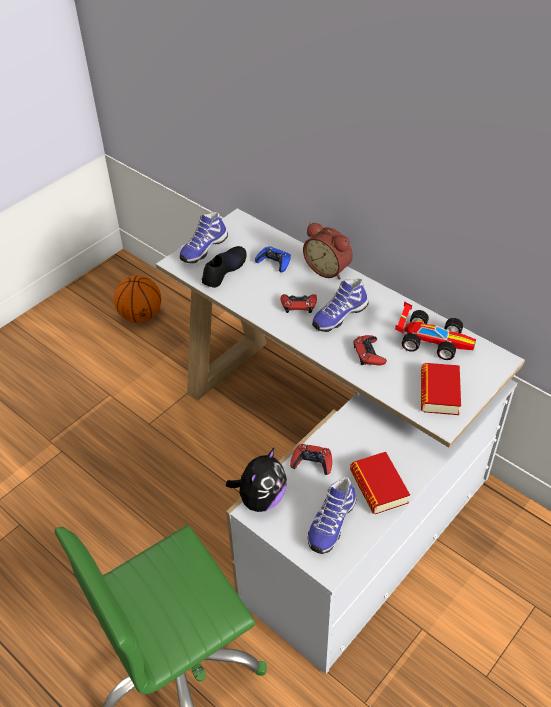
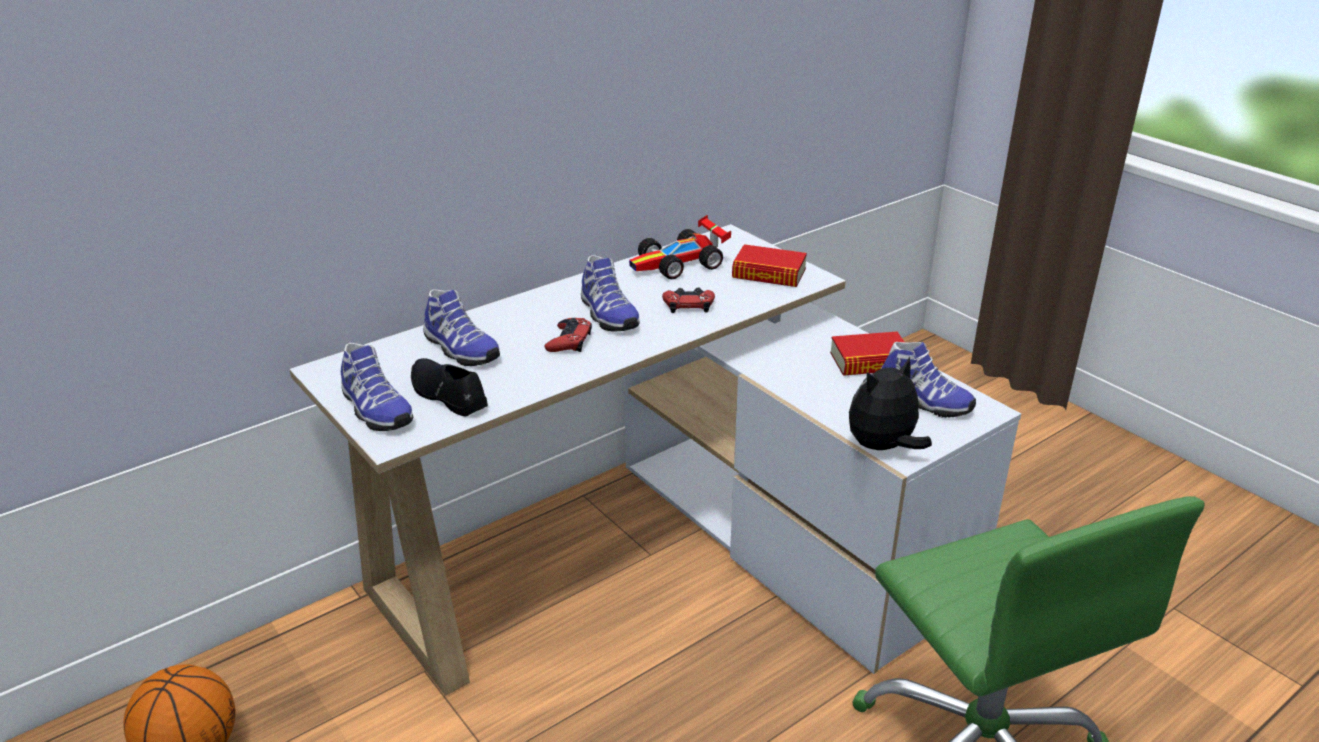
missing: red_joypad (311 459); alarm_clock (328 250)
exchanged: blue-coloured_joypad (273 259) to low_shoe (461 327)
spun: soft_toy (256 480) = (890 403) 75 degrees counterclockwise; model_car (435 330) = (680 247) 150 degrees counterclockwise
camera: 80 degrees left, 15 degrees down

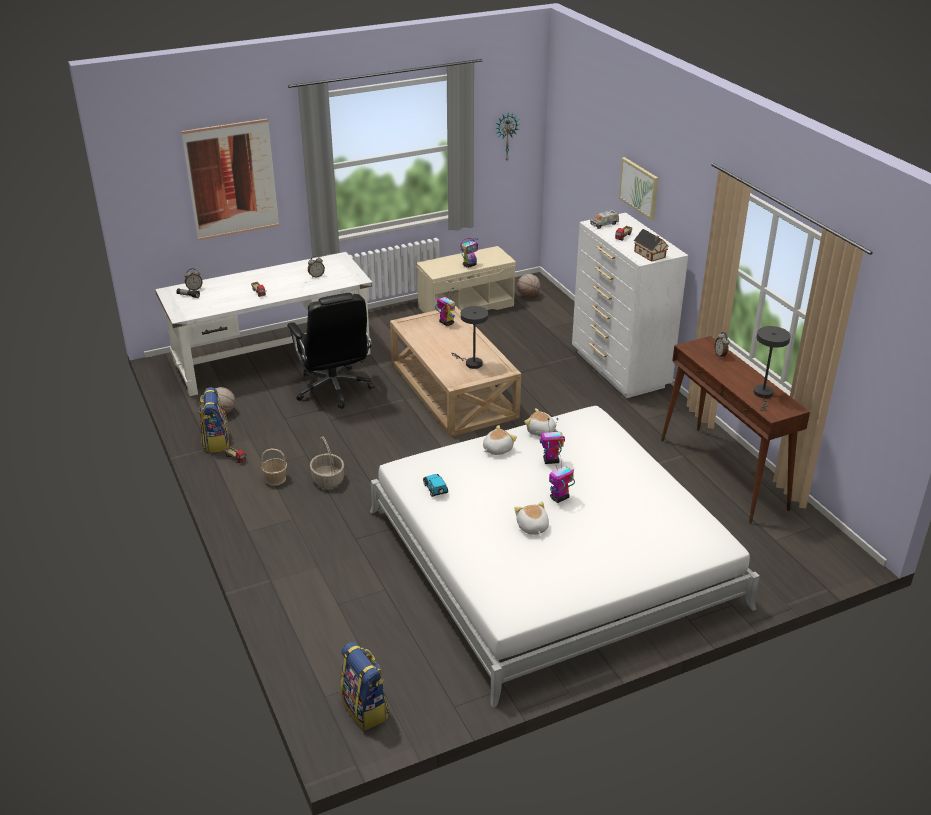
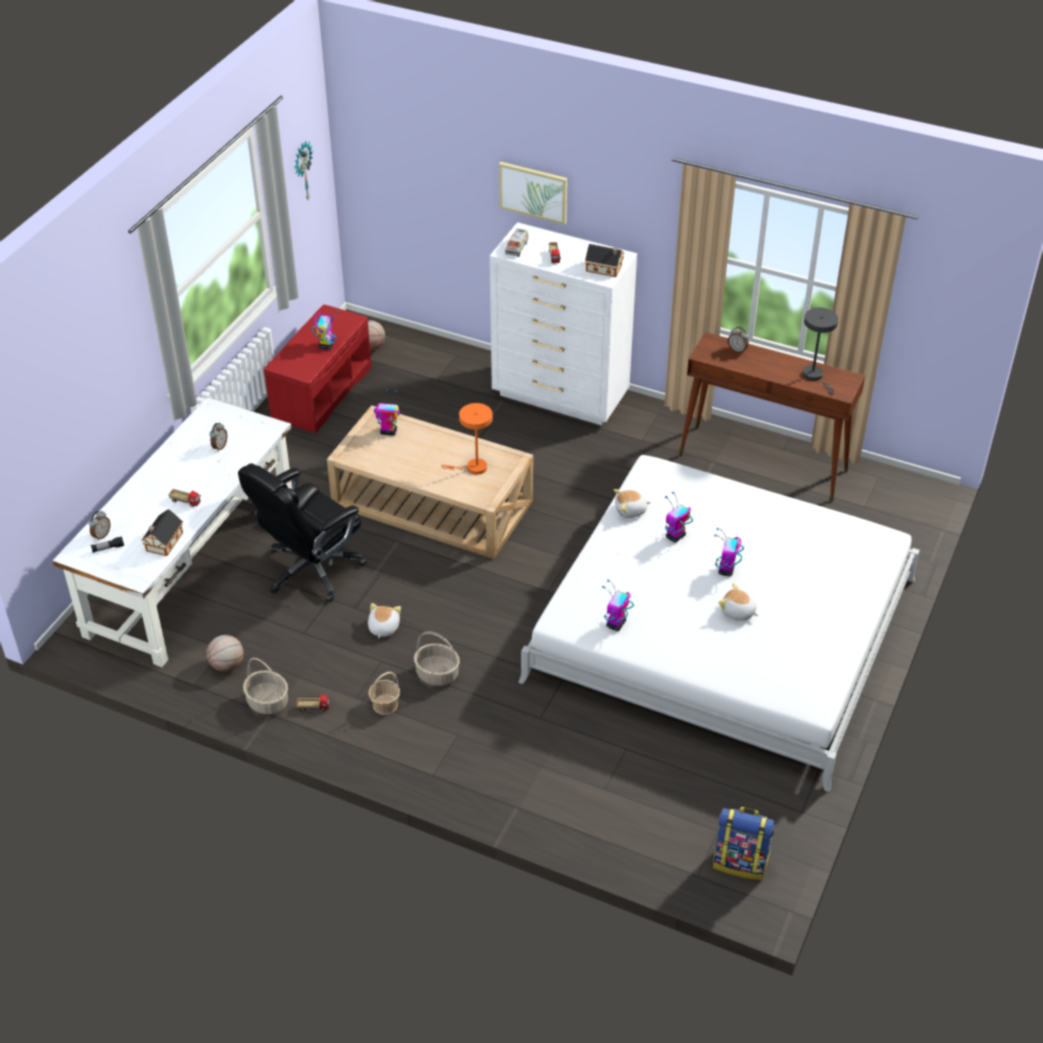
missing: picture (230 180)
appeared: miniature_house (162 532)
relocated: soft_toy (500 440) to (384 620)
exchanged: knapsack (214 420) to basket (265 686); model_car (435 485) to model_robot (618 605)
colour: beige-coloured_indoor_bench (466 279) to red_indoor_bench (318 368); gray_table_lamp (469 337) to orange-coloured_table_lamp (467 439)
spun: black_desk_chair (331 351) = (302 532) 105 degrees clockwise
camera: 40 degrees left, 10 degrees up

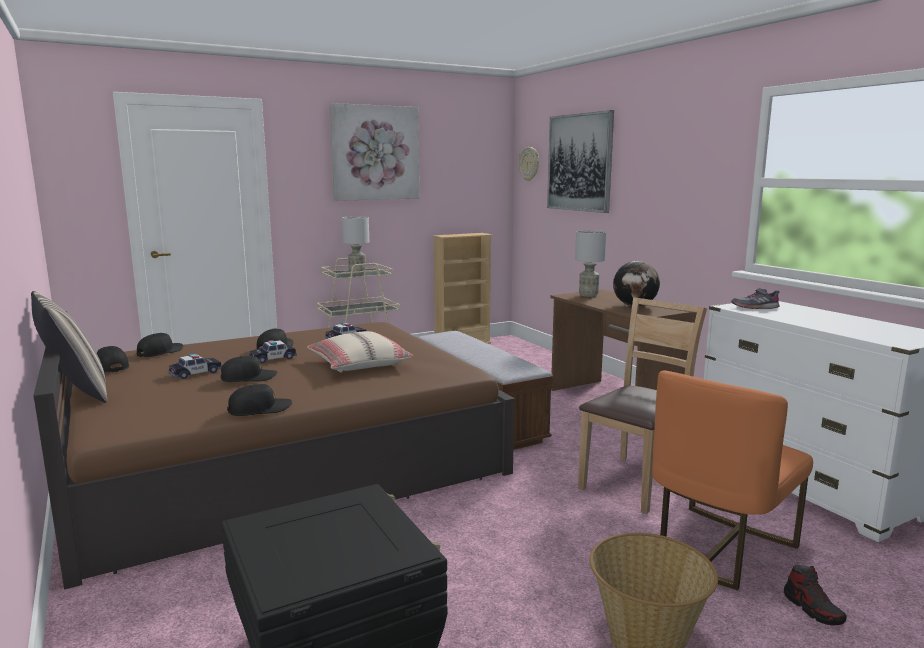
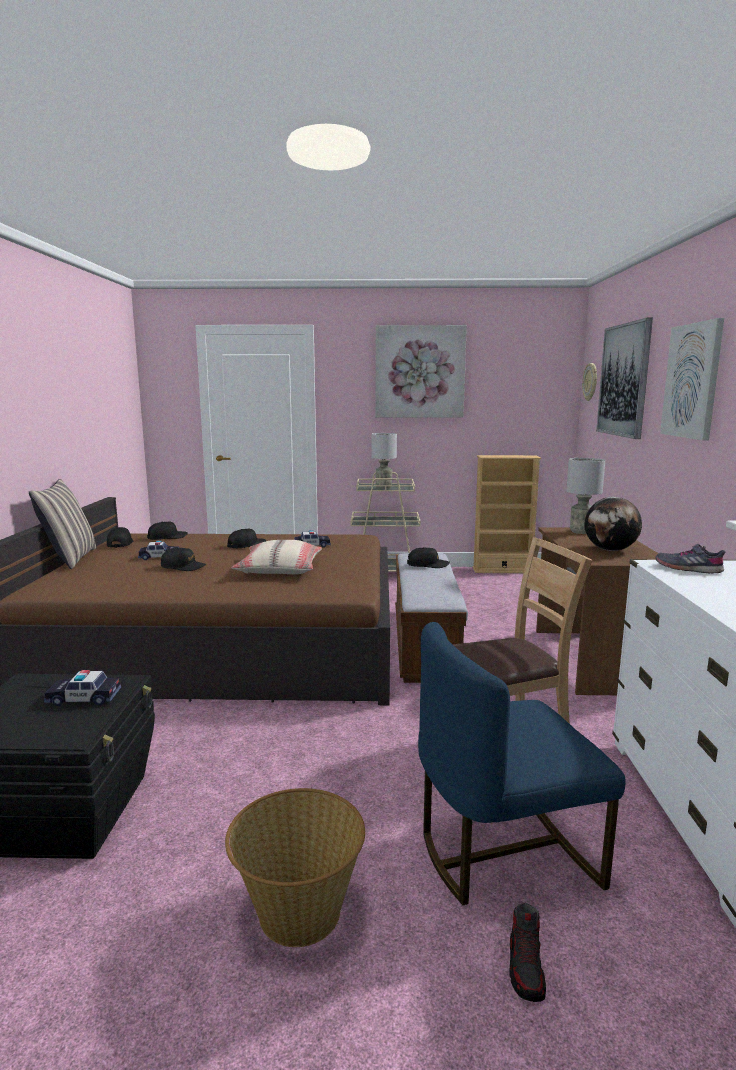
appeared: picture (692 379)
relocated: black_cap (259 400) to (428 557); model_car (272 351) to (82 688)
colour: orange-coloured_chair (732 480) to blue-coloured_chair (521 763)
camera: 30 degrees right, 0 degrees up

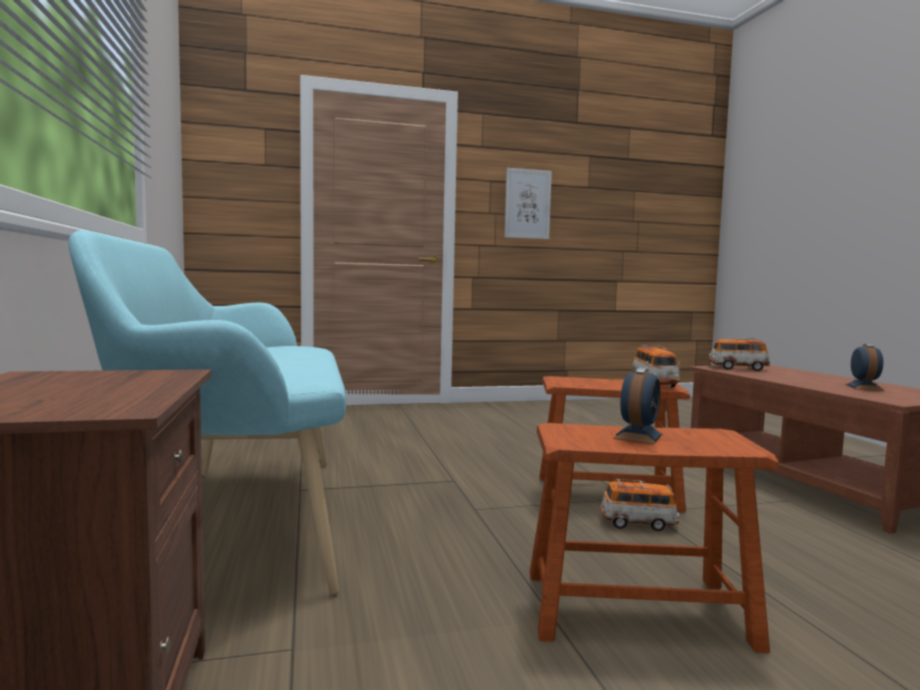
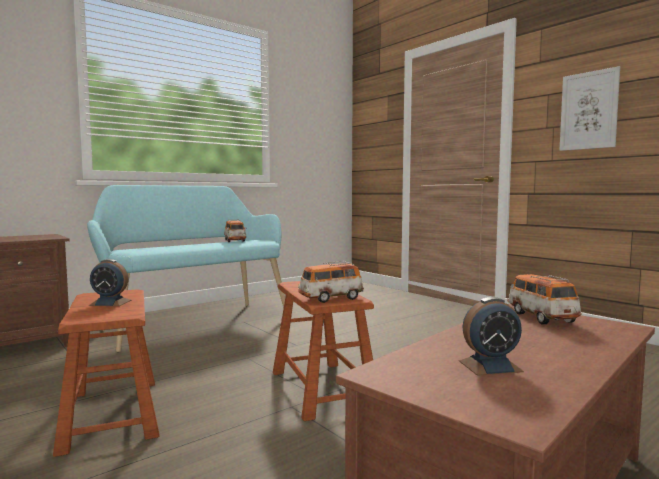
relocated: model_car (640 505) to (235 230)
camera: 65 degrees right, 0 degrees up

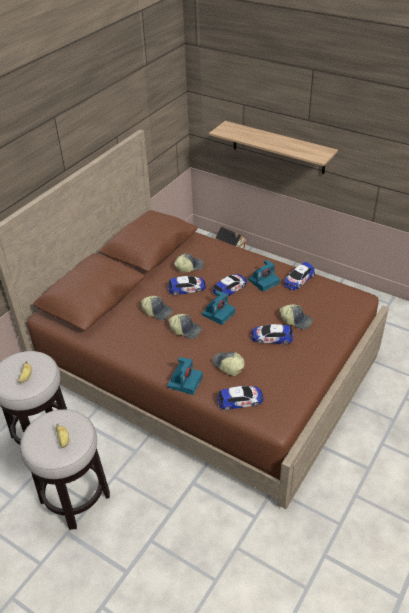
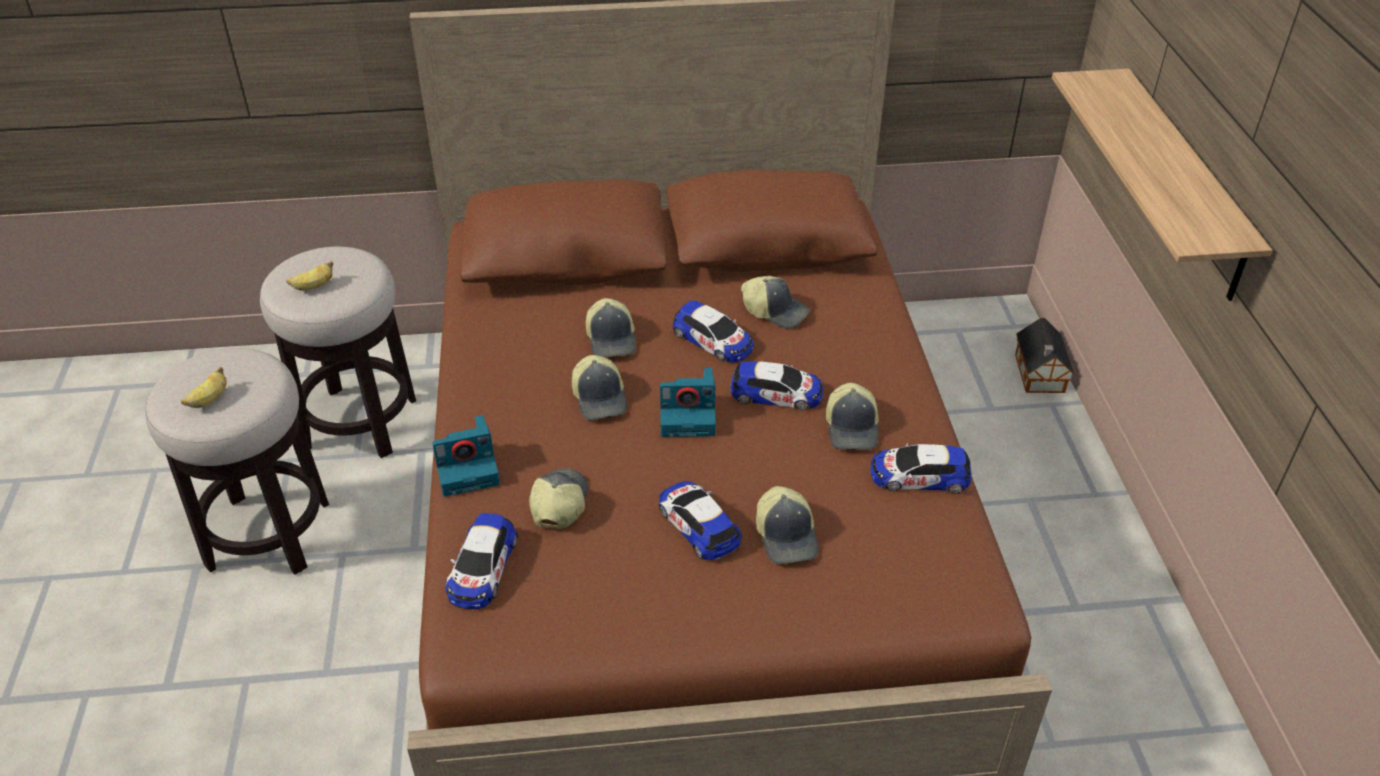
exchanged: photo_camera (264 276) to cap (852 416)
spun: model_car (240 398) = (481 561) 60 degrees clockwise
camera: 50 degrees right, 0 degrees up

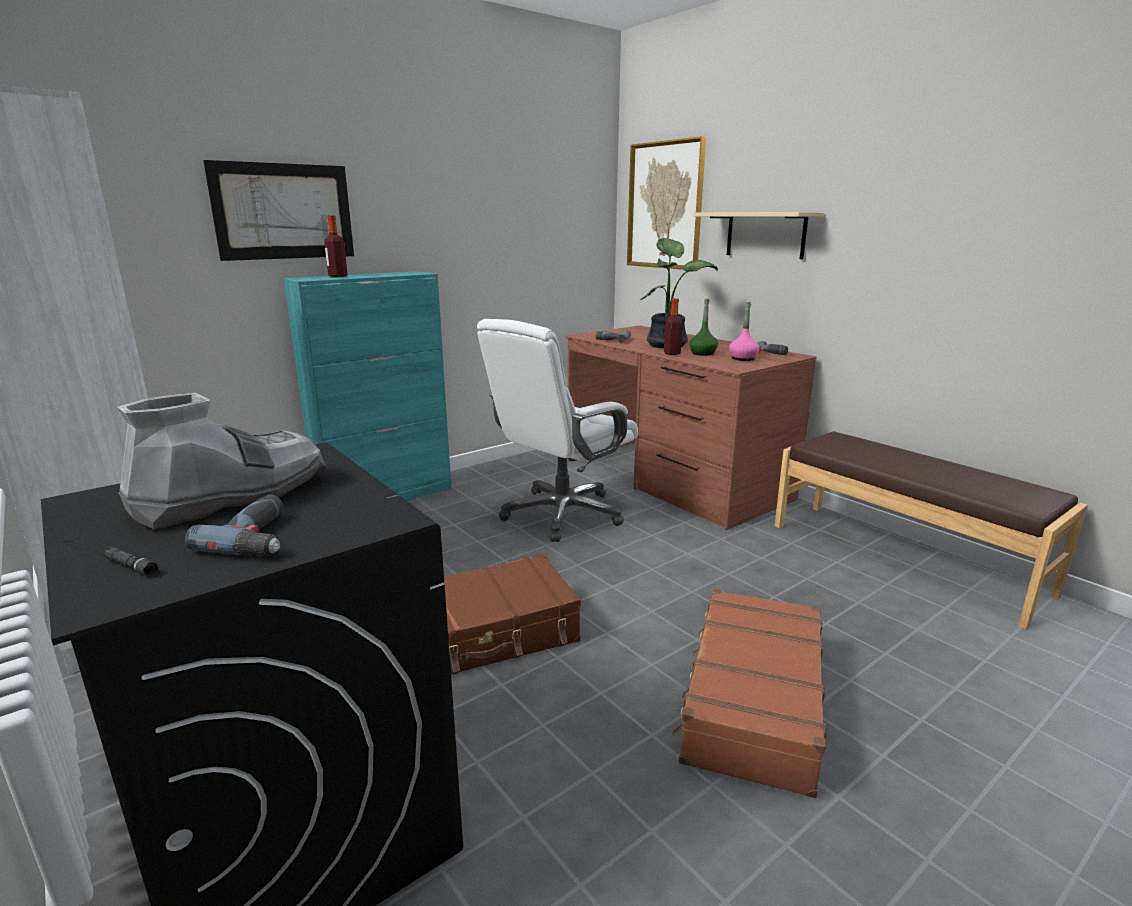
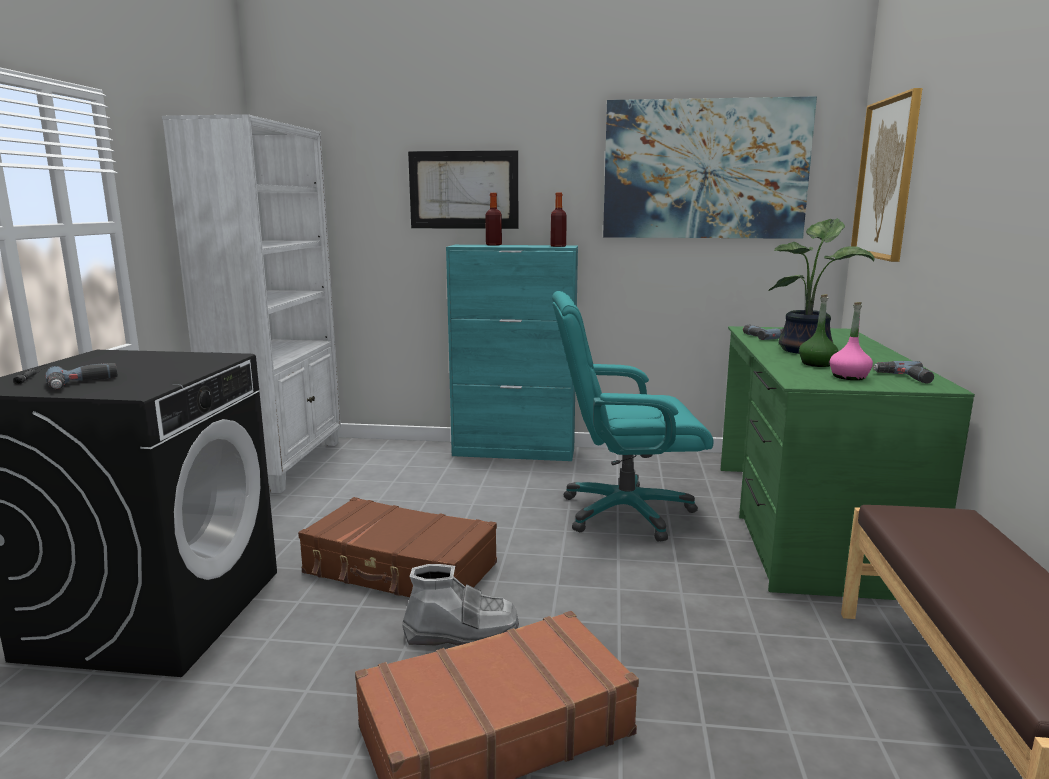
missing: beige-coloured_shelf (758 235)
appeared: picture (710 167)
relocated: gray_boot (221 461) to (460 605); drink_bottle (673 326) to (559 220)
colour: whitish_desk_chair (557 430) to turquoise-coloured_desk_chair (632 416); brownish_desk_table (691 428) to green_desk_table (848 463)
camera: 45 degrees right, 5 degrees down

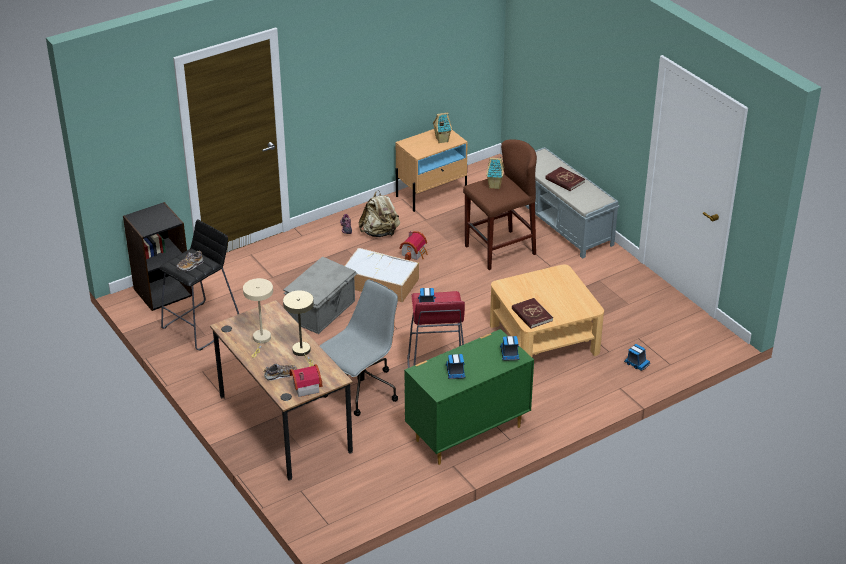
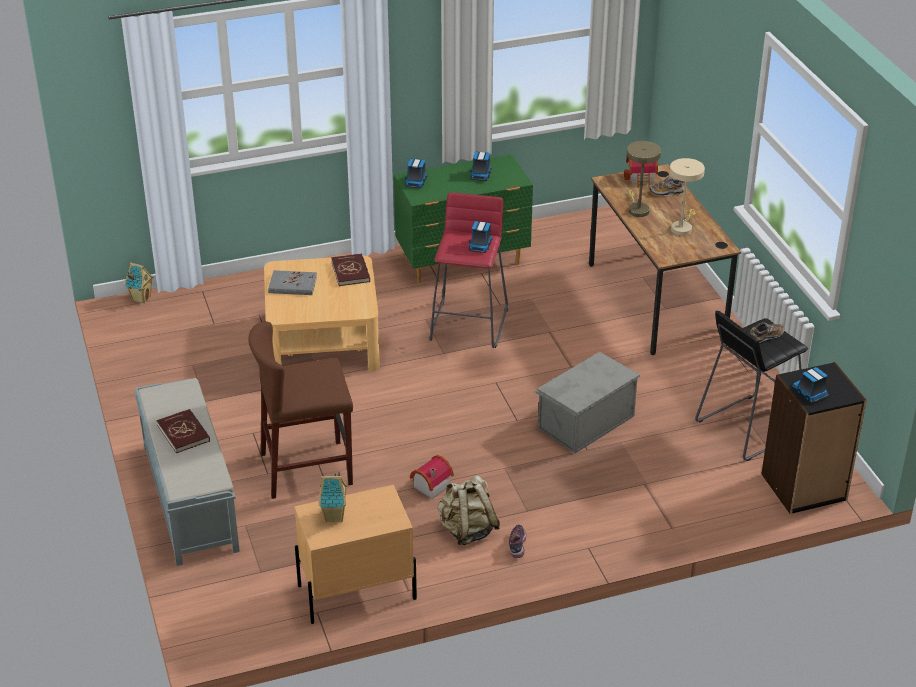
missing: gray_desk_chair (359 348); storage_container (382 275)
appeared: gray_book (292 282)
relocated: miniature_house (495 173) to (139 282); model_truck (637 357) to (810 385)
camera: 165 degrees left, 0 degrees up

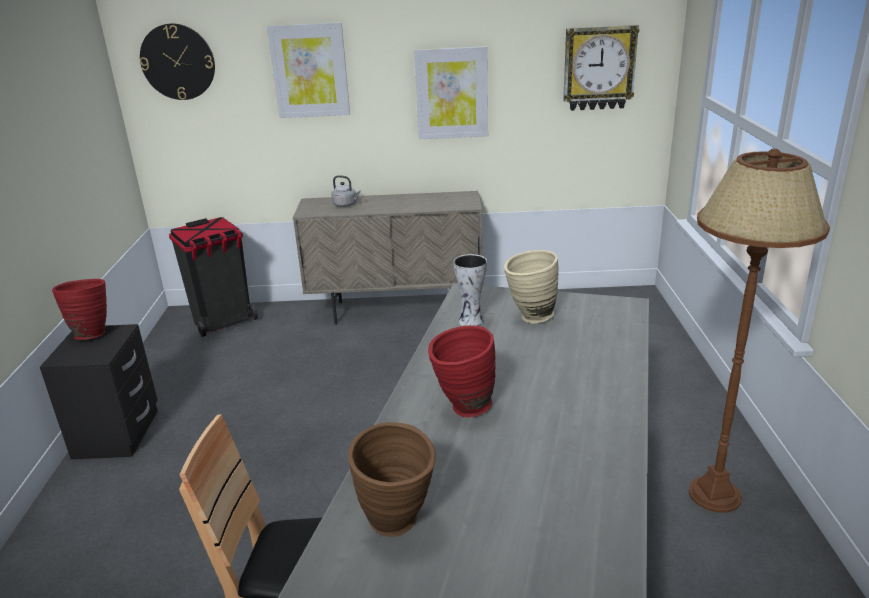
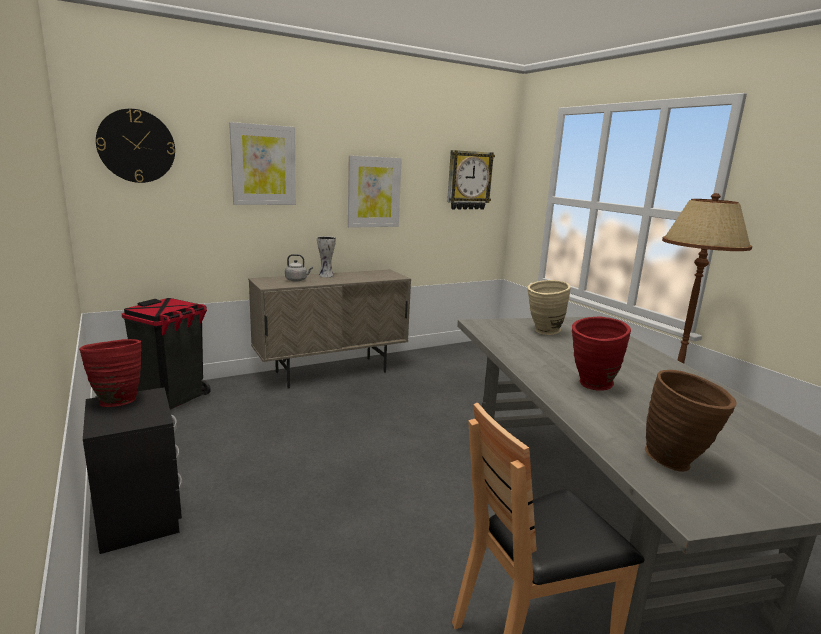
relocated: flower_vase (470 290) to (326 256)
camera: 30 degrees left, 10 degrees down

